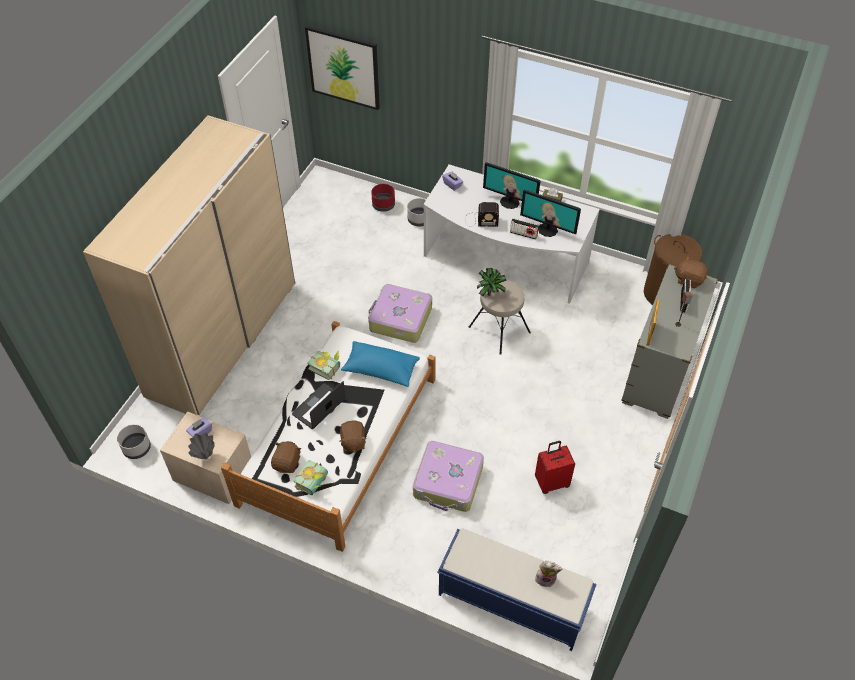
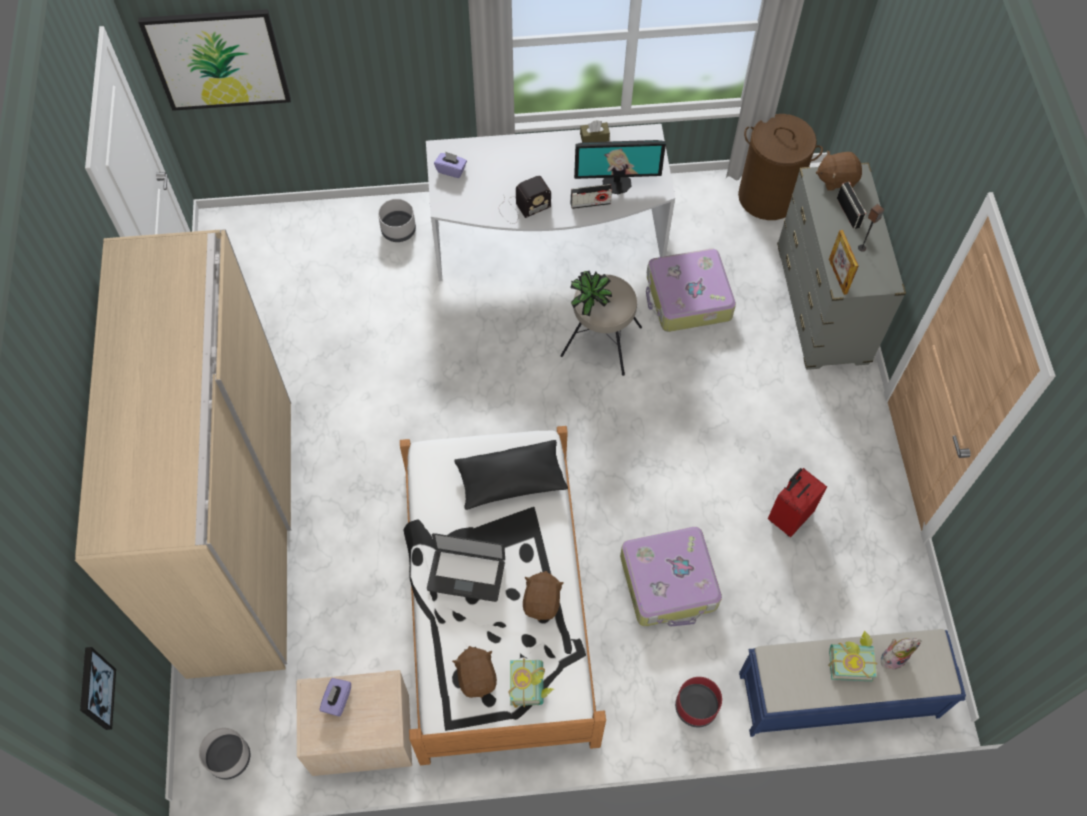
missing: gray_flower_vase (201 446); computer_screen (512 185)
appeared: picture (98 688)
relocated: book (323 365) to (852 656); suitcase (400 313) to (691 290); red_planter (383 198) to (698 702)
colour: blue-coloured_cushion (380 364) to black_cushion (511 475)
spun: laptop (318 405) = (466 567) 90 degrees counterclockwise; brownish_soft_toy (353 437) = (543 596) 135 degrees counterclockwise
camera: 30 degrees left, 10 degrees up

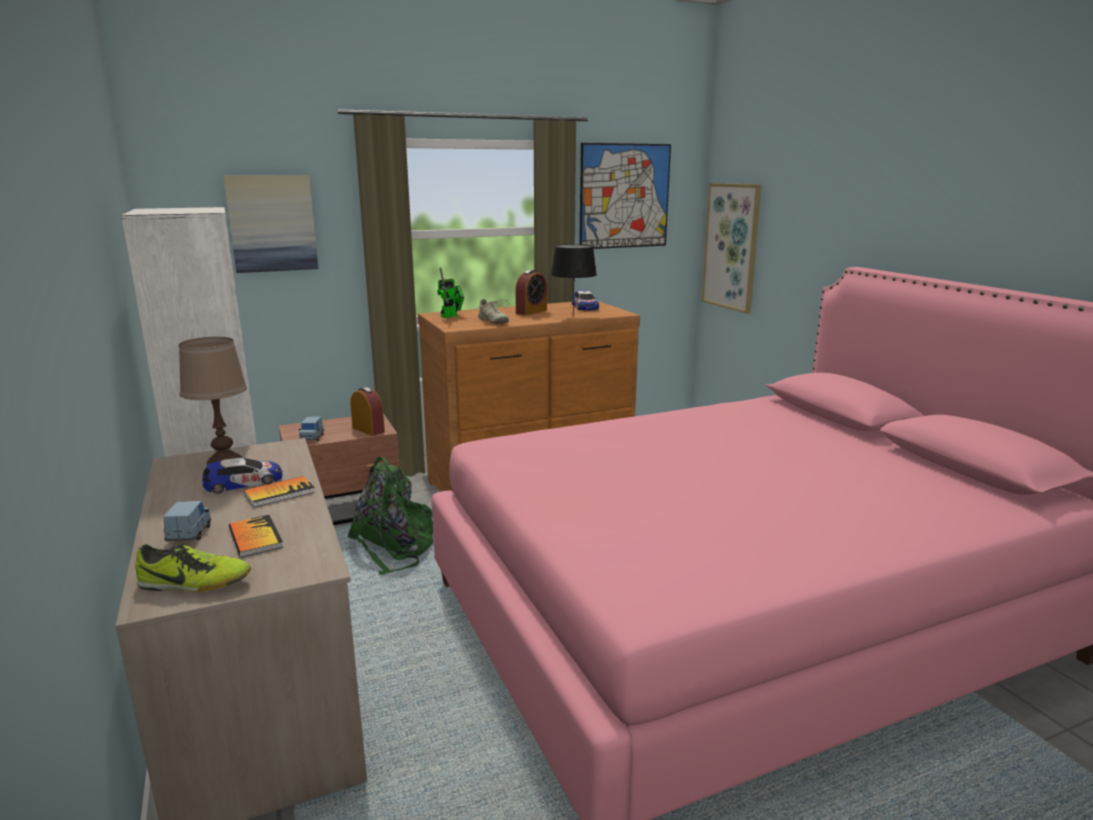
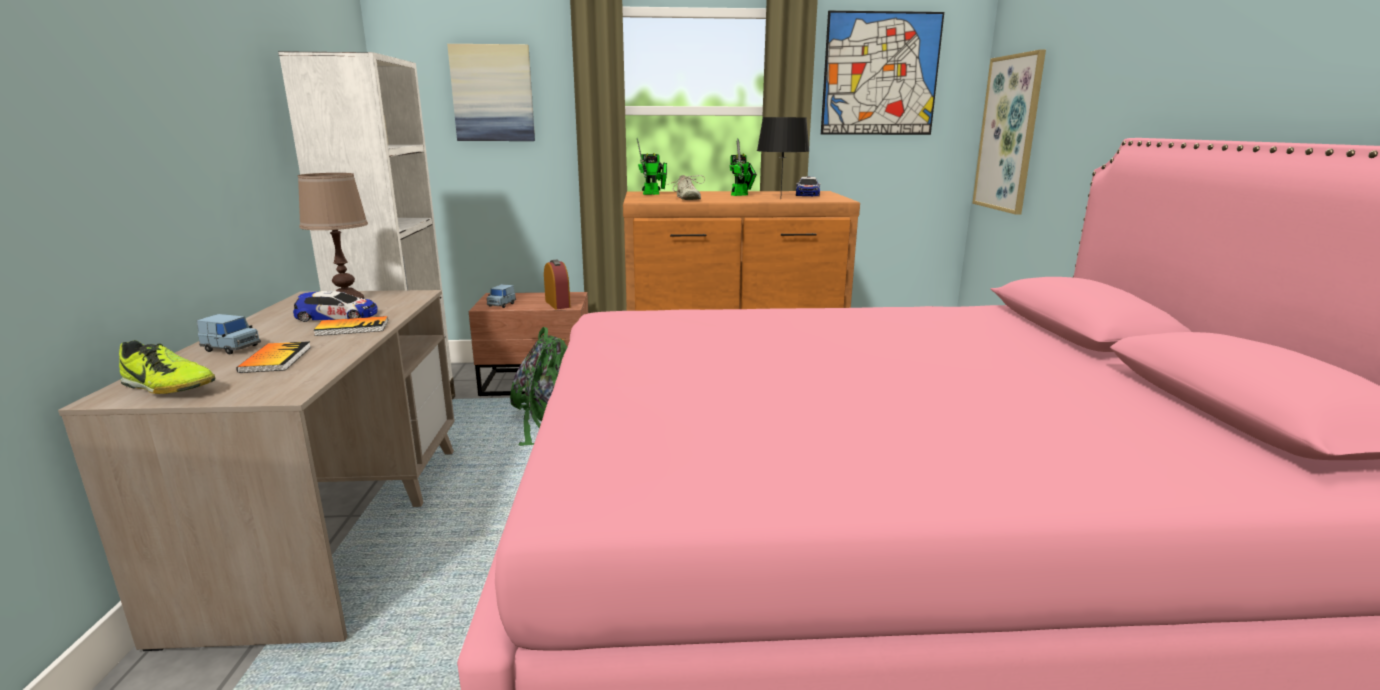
exchanged: alarm_clock (531 292) to model_robot (743 167)
spun: blue-coloured_model_car (187 521) = (229 334) 90 degrees clockwise
camera: 20 degrees right, 0 degrees up

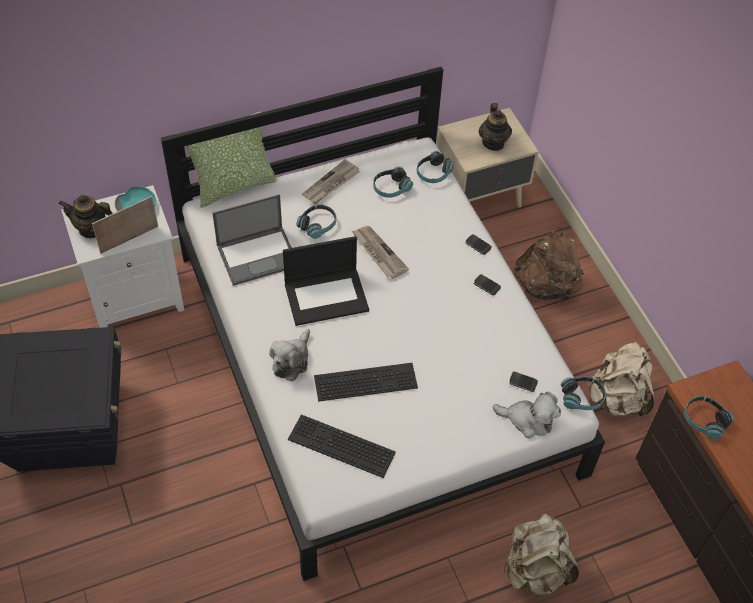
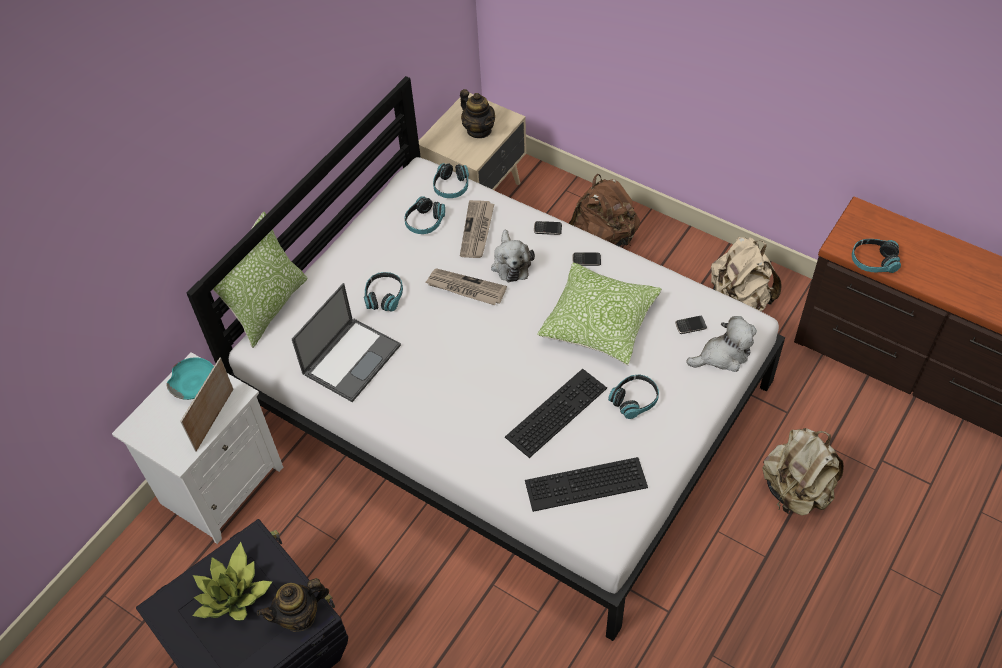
missing: laptop (326 281)
appeared: houseplant (232 581); cushion (599 314)
relocated: teapot (86 216) to (293 605); soft_toy (289 355) to (513 256); printed_paper (331 181) to (477 229); pair_of_headphones (583 393) to (633 396)
camera: 30 degrees left, 0 degrees up

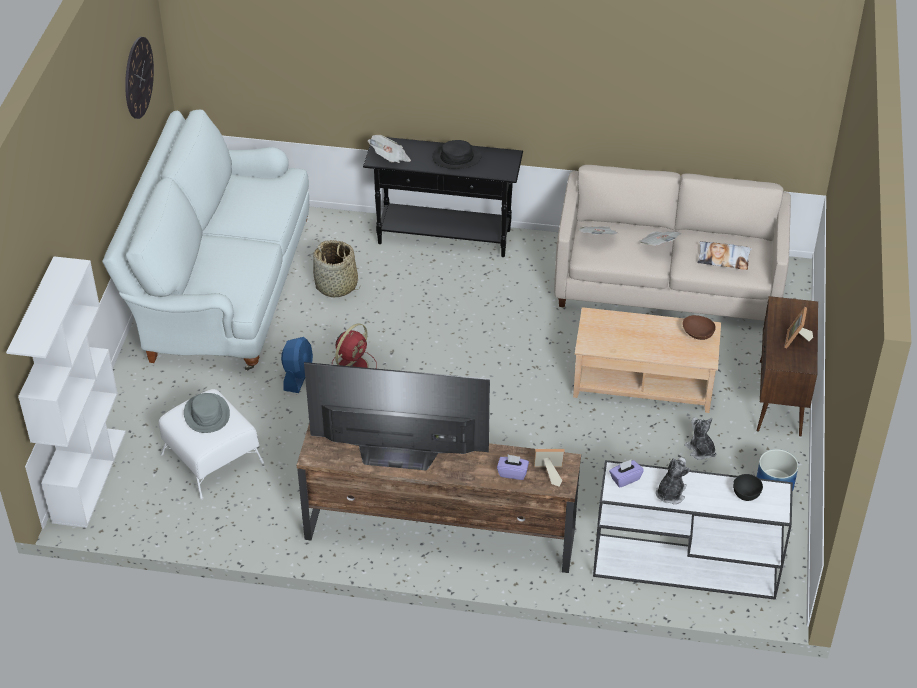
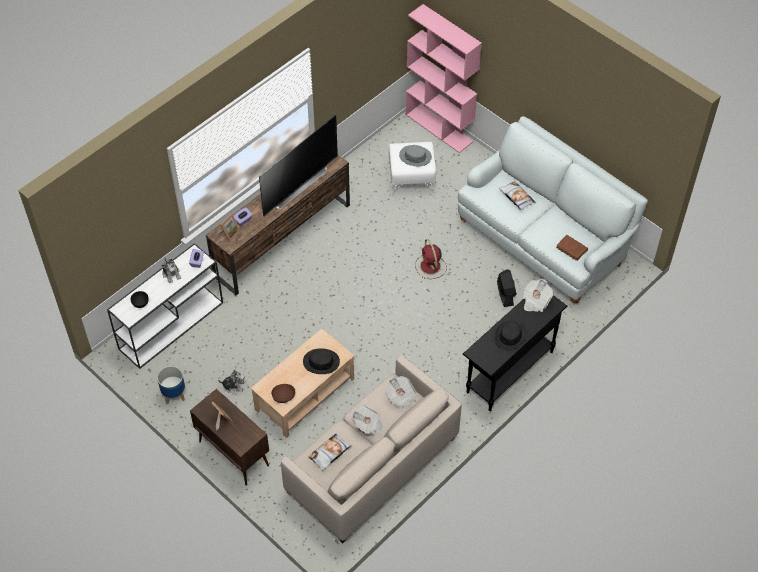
missing: clock_on_the_wall (139 78); blue-coloured_cooling_fan (297 365)
appeared: black_wearable_hat (321 361); cushion (517 195); brownish_book (572 248)
exchanged: basket (336 268) to black_cooling_fan (506 288)
colour: whitish_bookcase (66 392) to pink-coloured_bookcase (444 78)
camera: 125 degrees right, 10 degrees up

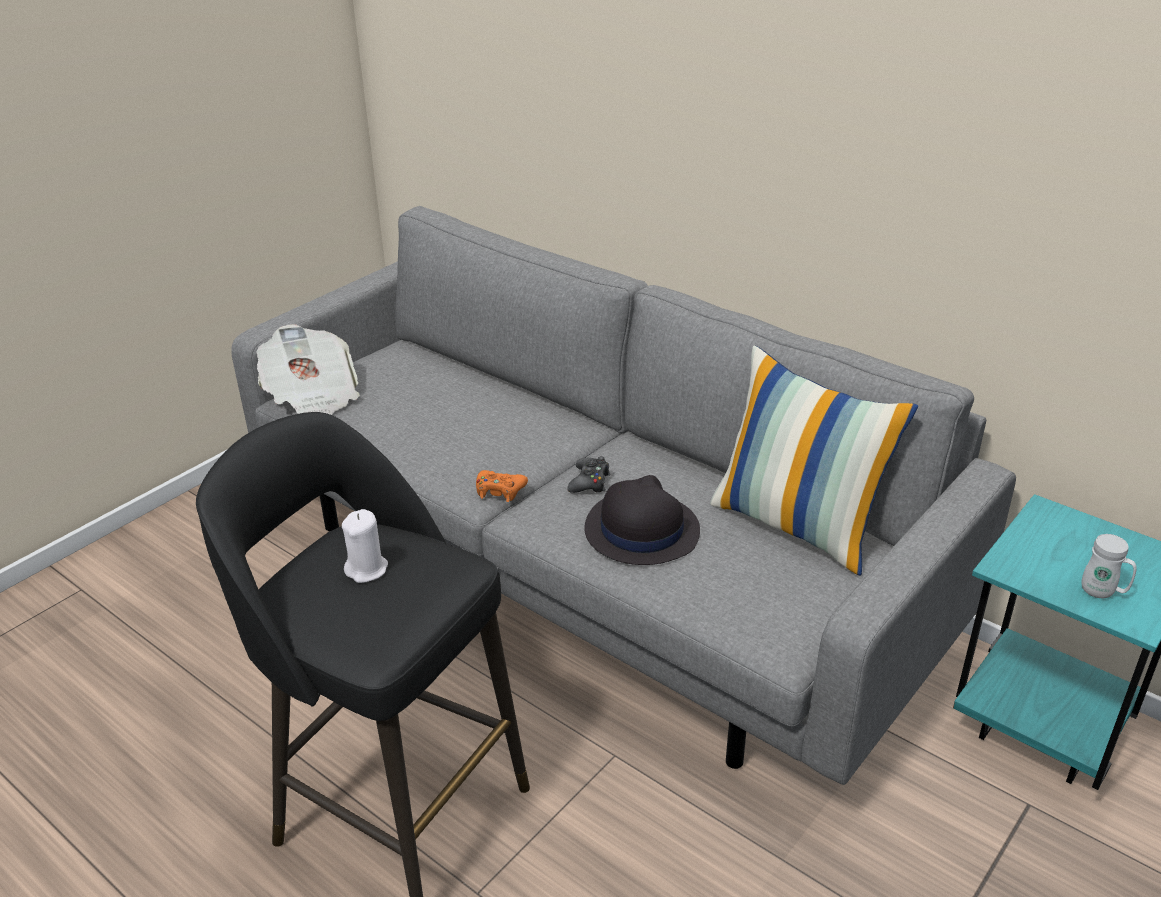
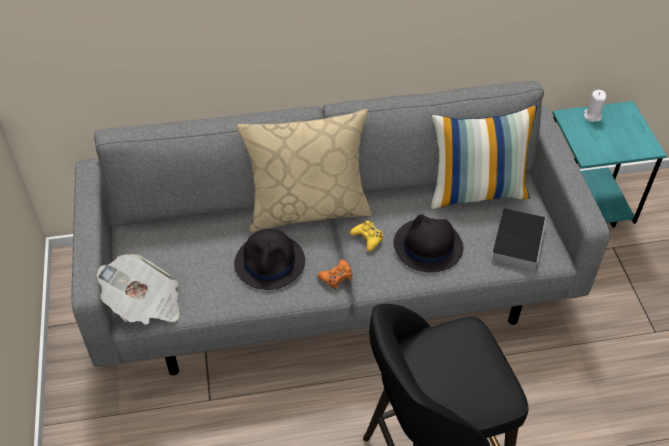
missing: whitish_coffee_mug (1109 566)
appeared: black_wearable_hat (269 259); beige-coloured_cushion (304 170); book (518 239)
relocated: whitish_candle (365 546) to (595 106)
colour: black_joypad (588 474) to yellow_joypad (366 236)
camera: 50 degrees left, 15 degrees up

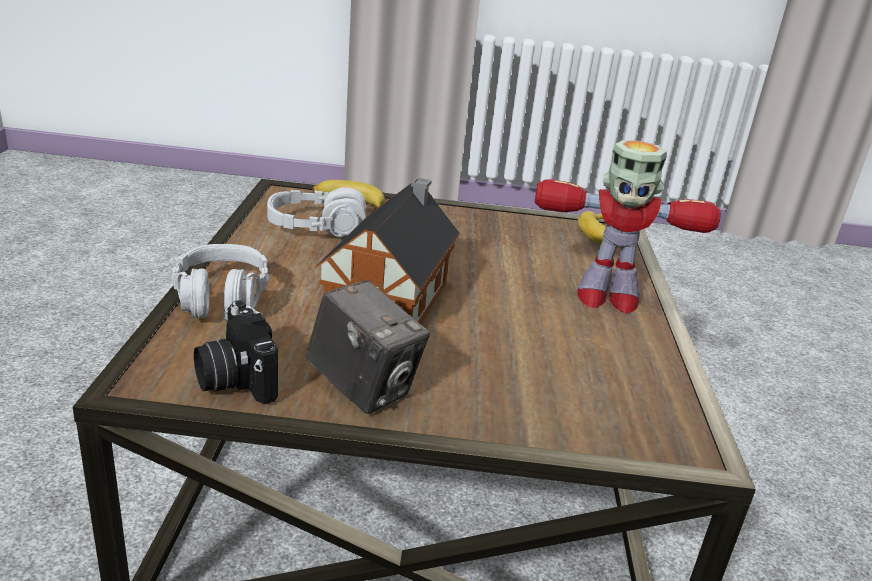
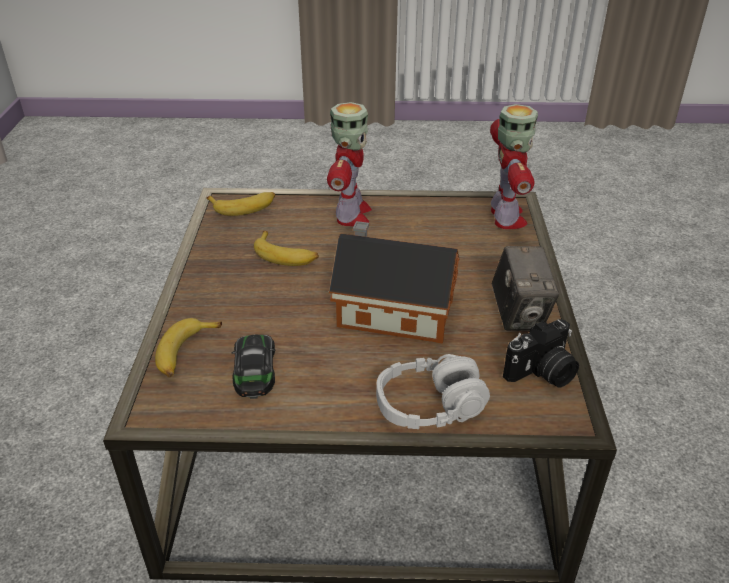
appeared: whole_banana (286 248); model_robot (514 166)
exchanged: gray_pair_of_headphones (316 212) to model_car (253 366)
spun: photo_camera (368 347) = (525 288) 135 degrees clockwise
camera: 90 degrees left, 10 degrees up

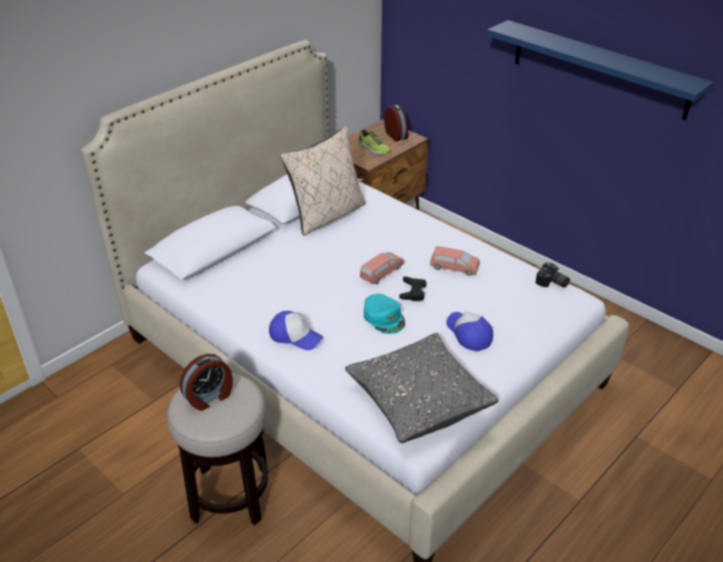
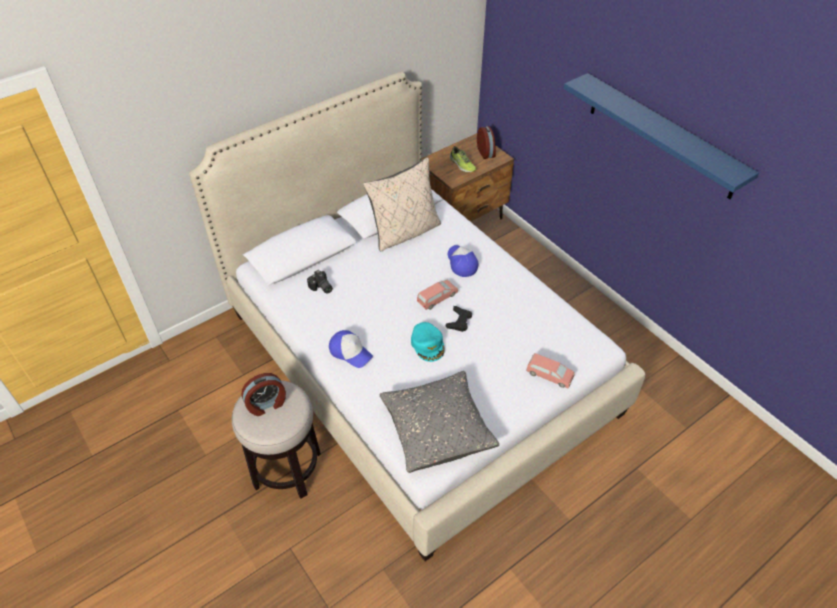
relocated: pink-coloured_model_car (455 261) to (550 370); cap (469 331) to (463 261); photo_camera (552 275) to (320 282)
camera: 10 degrees right, 10 degrees up

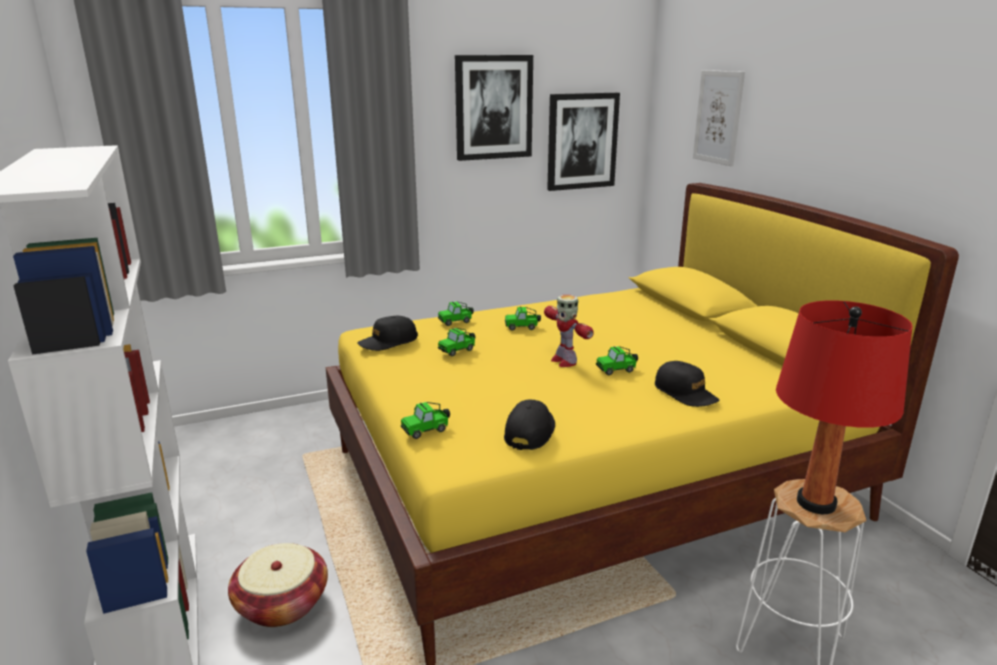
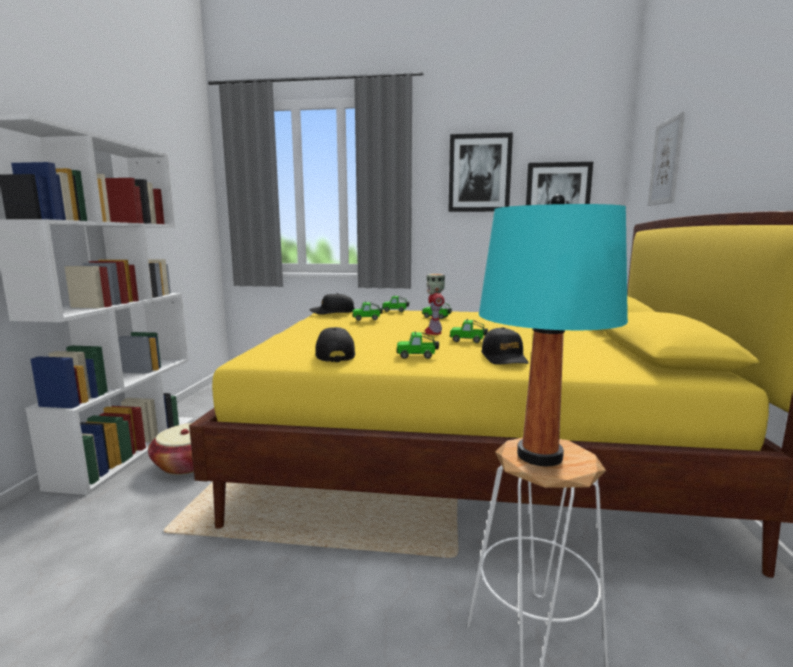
relocated: model_car (425 420) to (418 345)
colour: red_table_lamp (844 407) to turquoise-coloured_table_lamp (553 330)
spun: black_cap (529 425) = (335 344) 60 degrees counterclockwise
camera: 30 degrees right, 10 degrees down

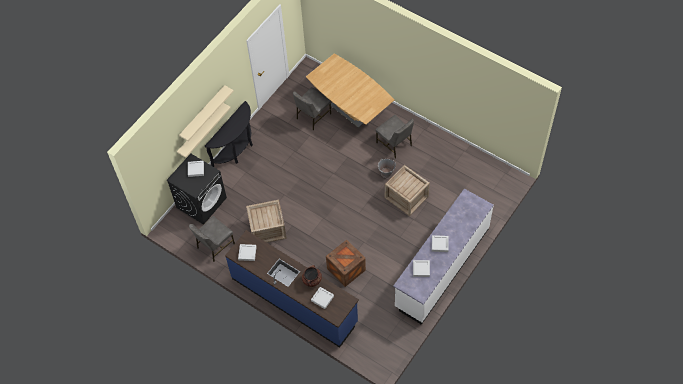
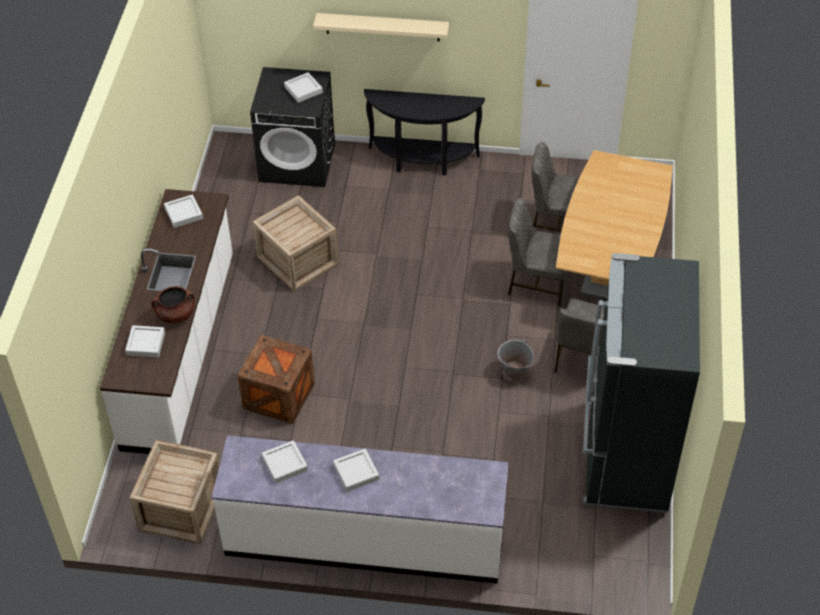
missing: beige-coloured_shelf (204 130)
appeared: black_kitchen_fridge (641 383)
relocated: gray_chair (212 239) to (537 252); crate (407 190) to (175 492)
colour: blue-coloured_counter (292 289) to whitish_counter (166 321)
camera: 60 degrees right, 10 degrees down

